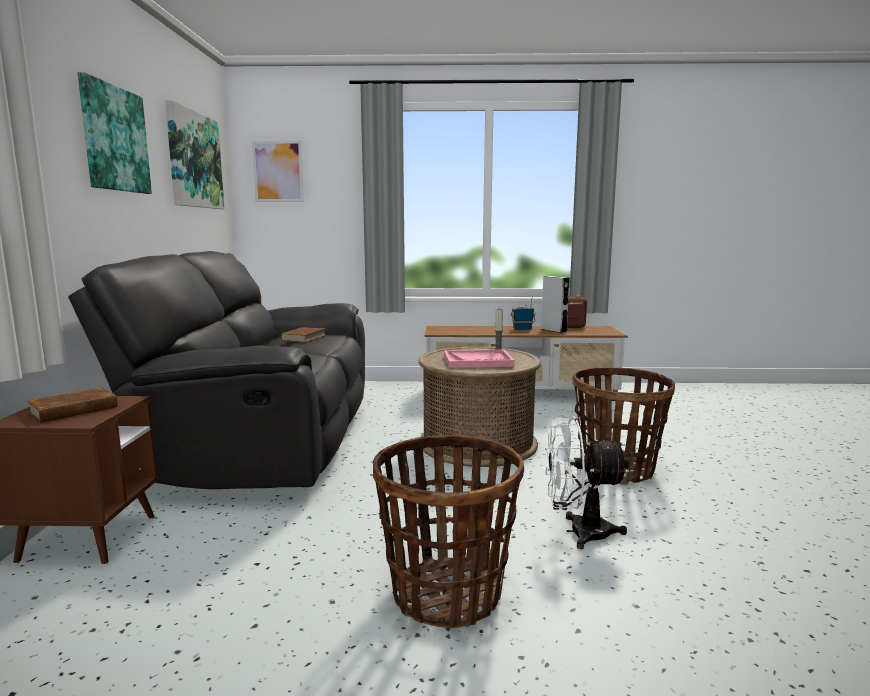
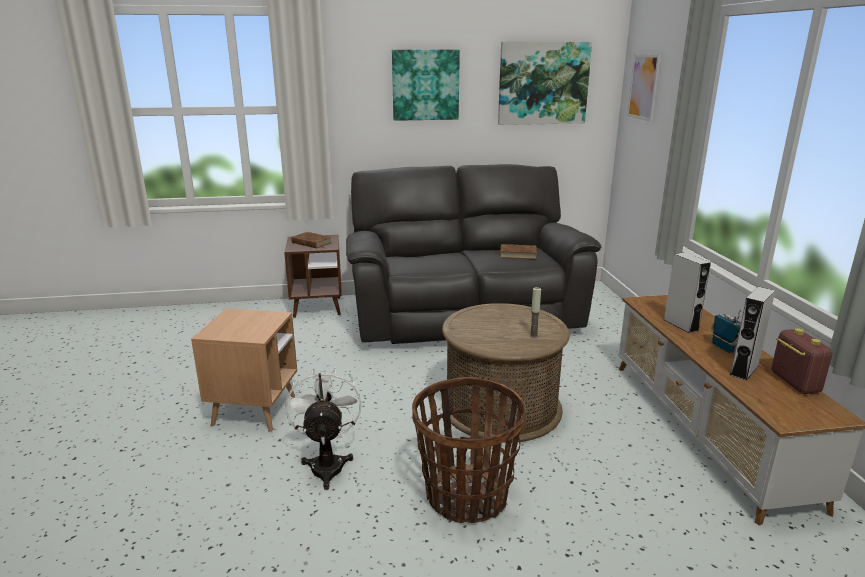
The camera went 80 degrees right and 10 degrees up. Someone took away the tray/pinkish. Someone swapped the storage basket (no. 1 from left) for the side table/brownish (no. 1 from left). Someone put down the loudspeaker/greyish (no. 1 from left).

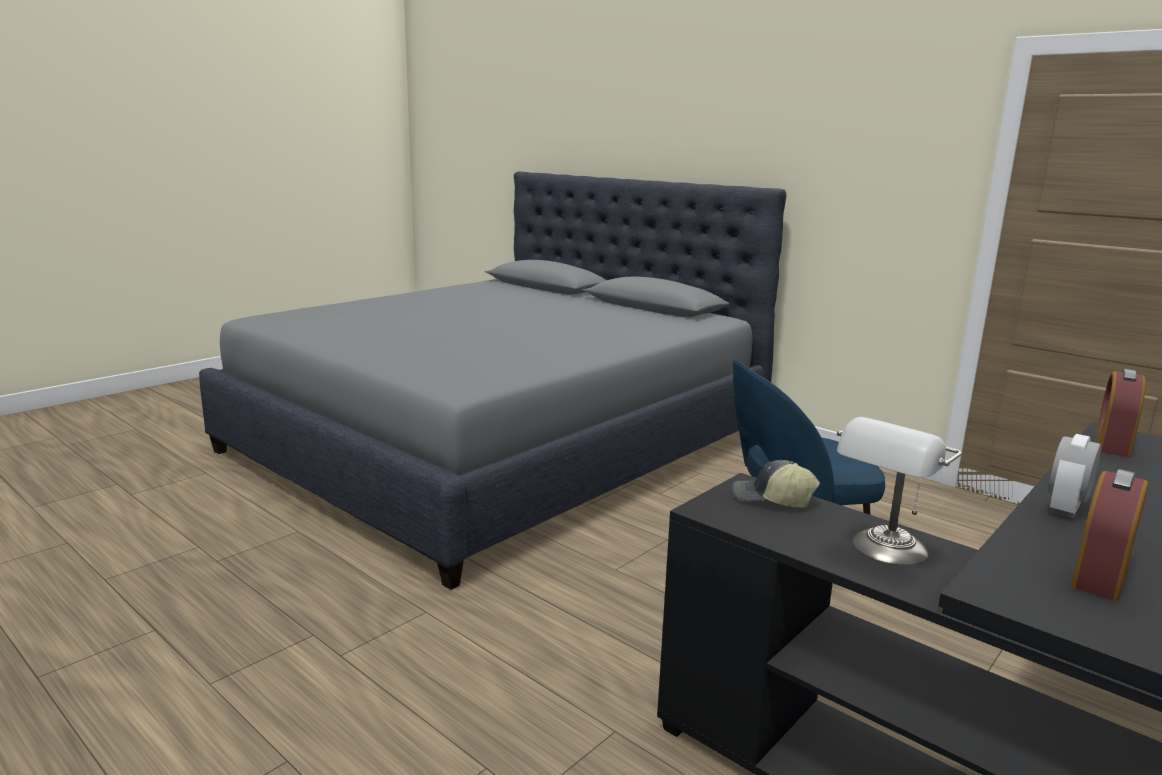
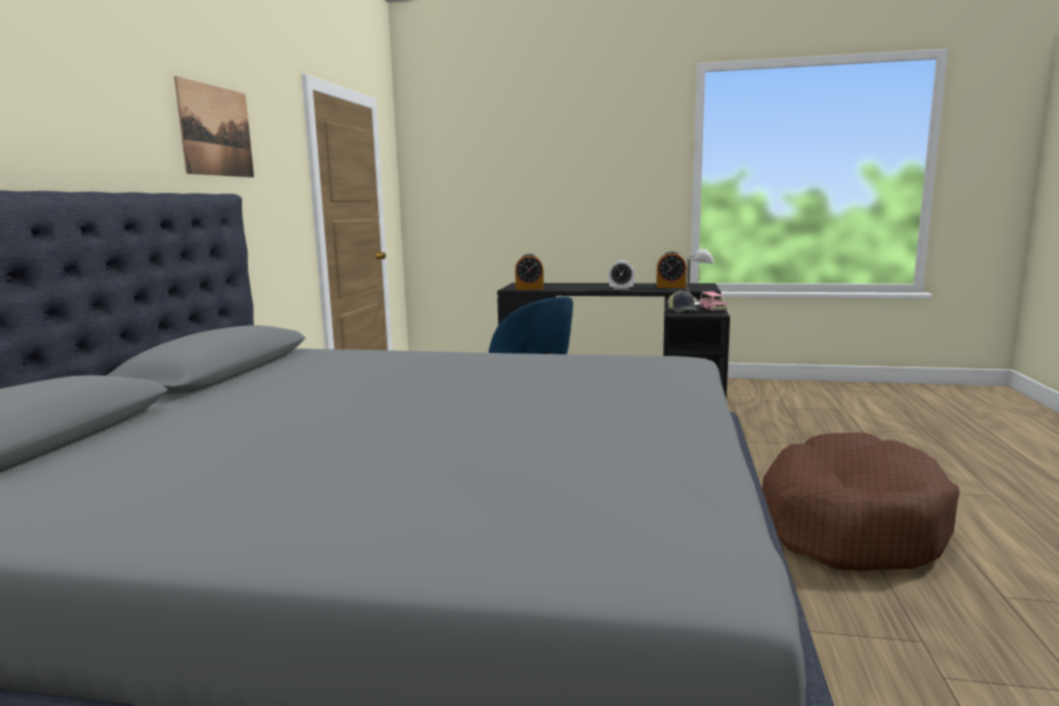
The camera went 120 degrees left and 5 degrees down. Someone put up the wall picture. Someone put down the model car/pinkish. Someone put down the dog cushion/brownish.

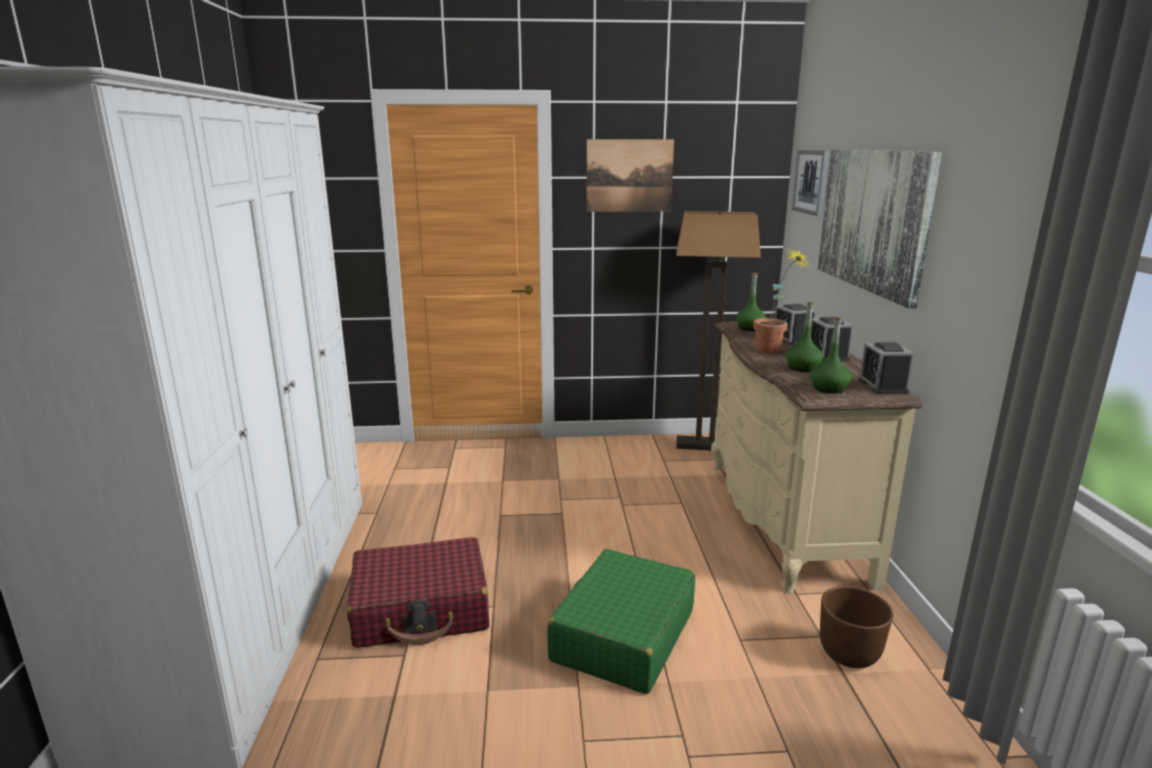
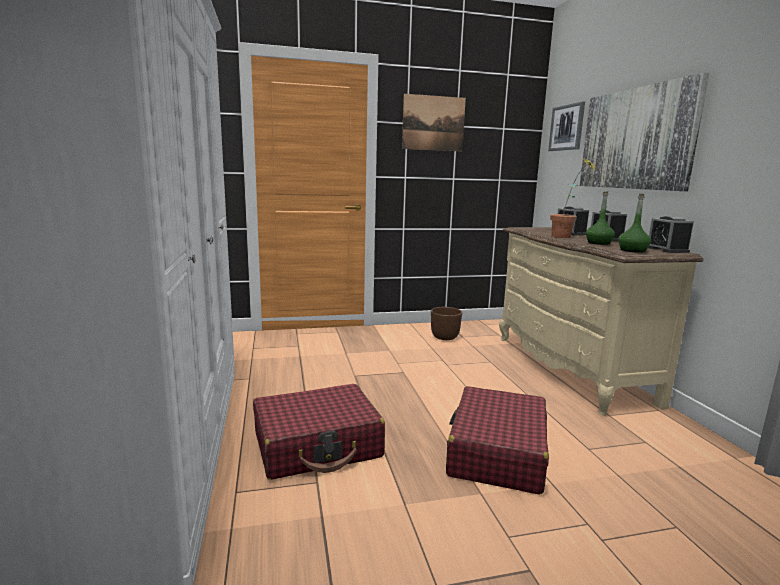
The camera went 10 degrees left and 5 degrees down. Someone took away the standard lamp. Someone took away the beverage bottle/green-coloured (no. 1 from left). Someone repainted the piece of luggage/green-coloured, which became the piece of luggage/red-coloured (no. 2 from left). Someone carried the flower pot/brownish.

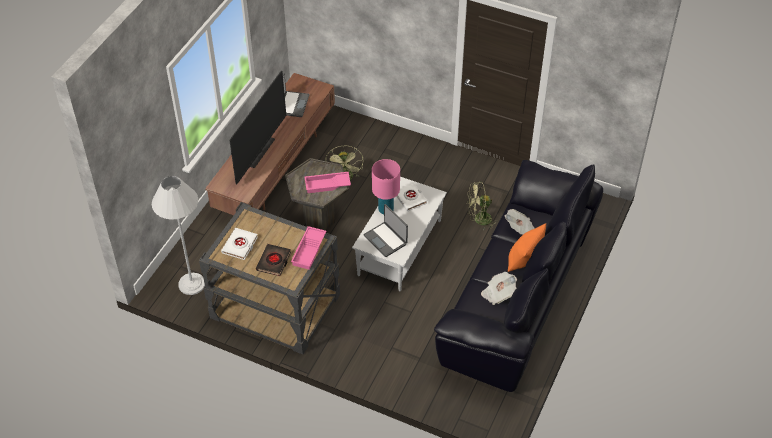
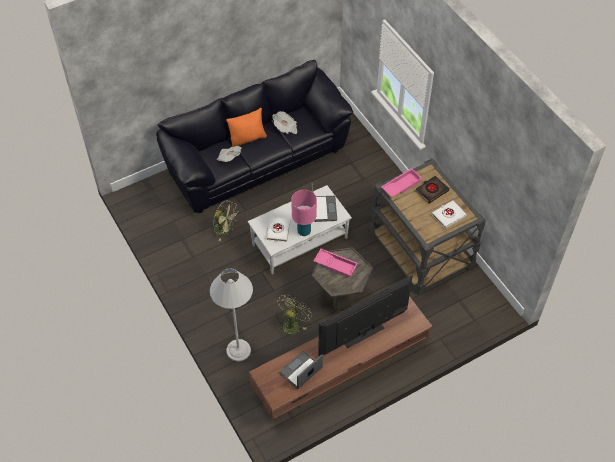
The camera went 145 degrees left and 5 degrees up. Someone carried the standard lamp/white-coloured.

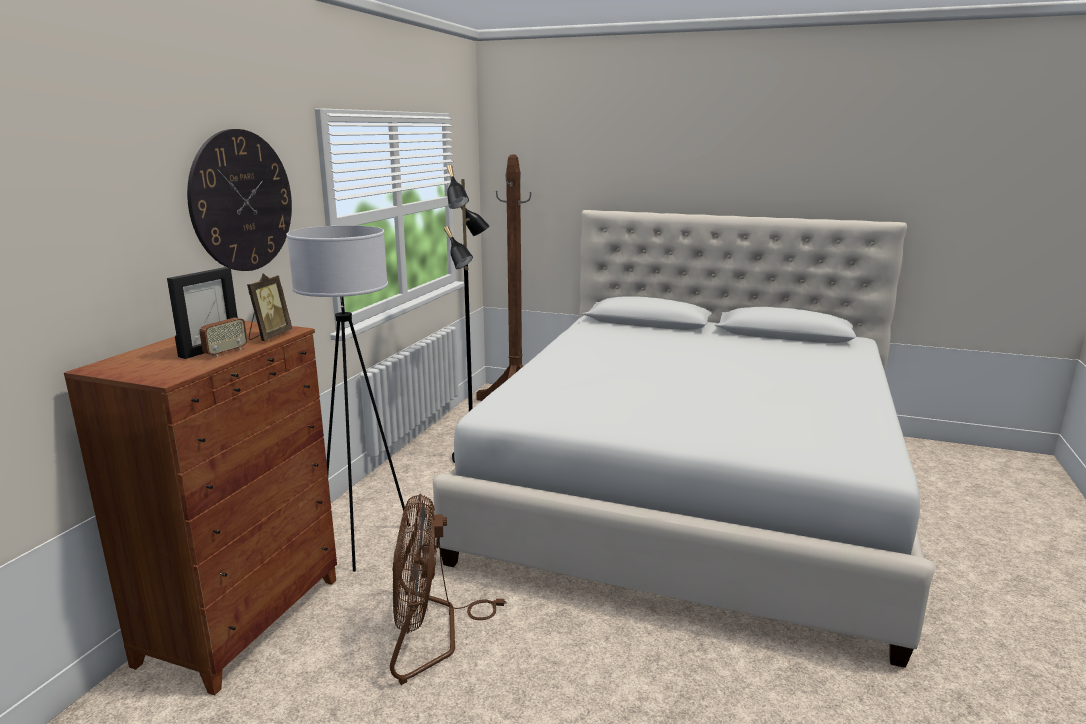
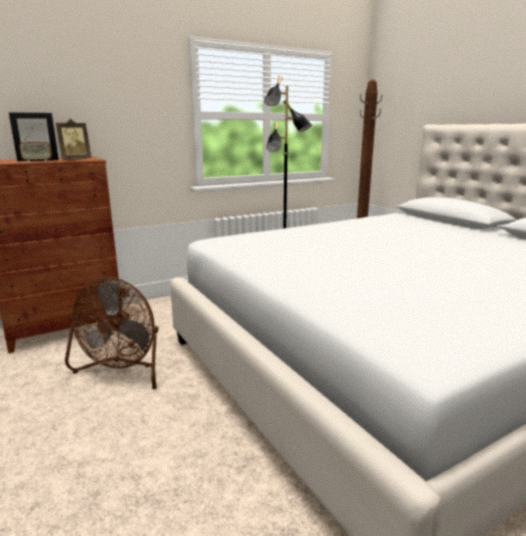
The camera went 40 degrees right and 0 degrees up. Someone took away the hanging clock. Someone took away the standard lamp/white-coloured. Someone rotated the fan/brownish by 105 degrees counterclockwise.

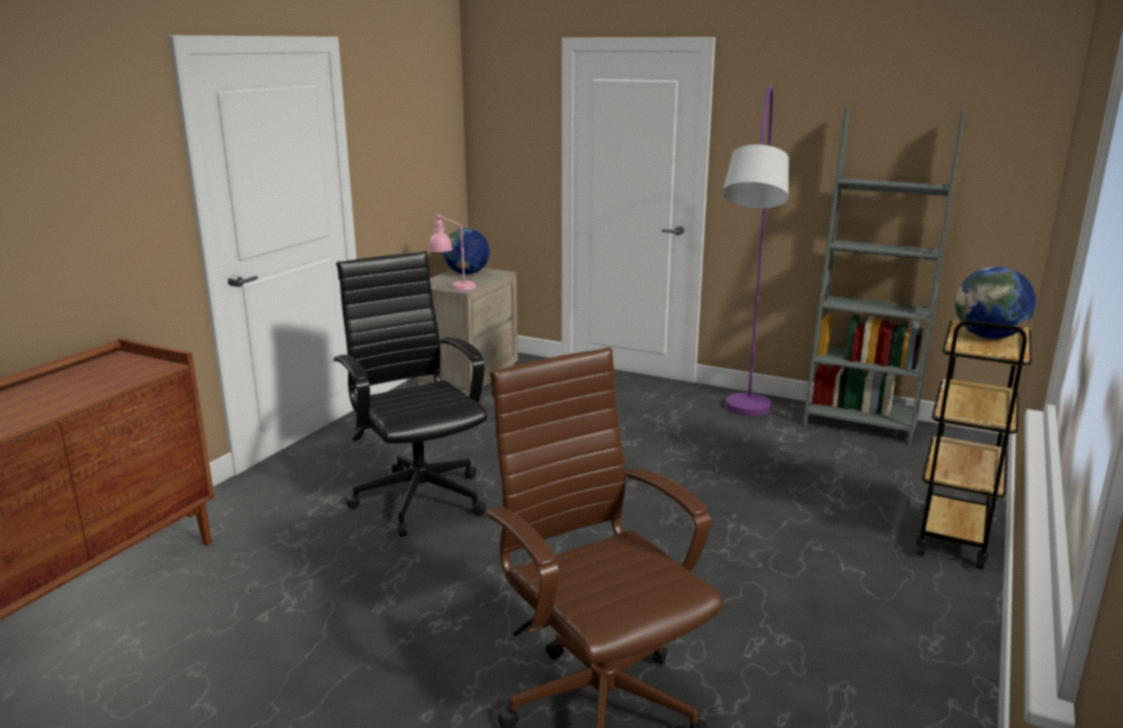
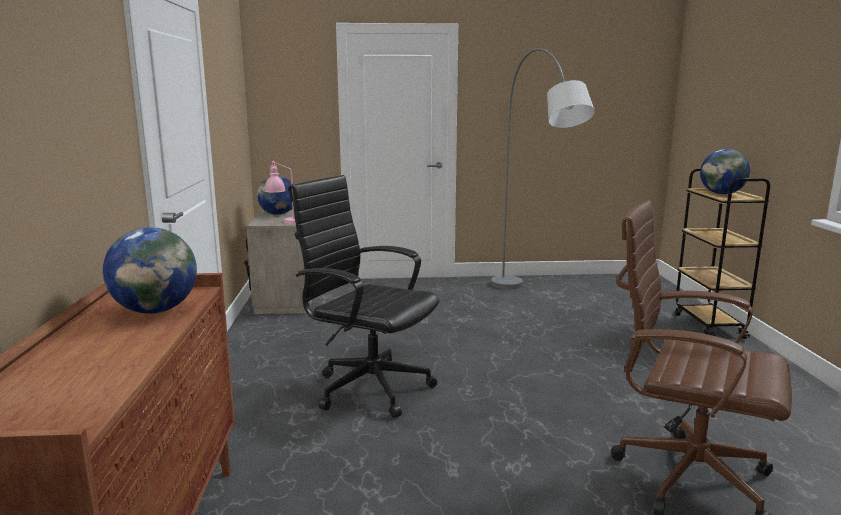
The camera went 30 degrees left and 5 degrees down. Someone repainted the standard lamp/purplish, which became the standard lamp/greyish. Someone took away the shelving unit/greyish. Someone put down the world globe (no. 1 from left).

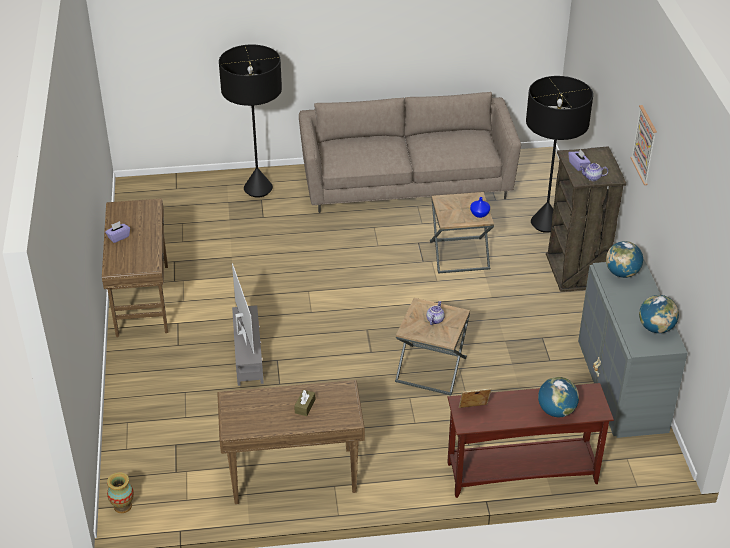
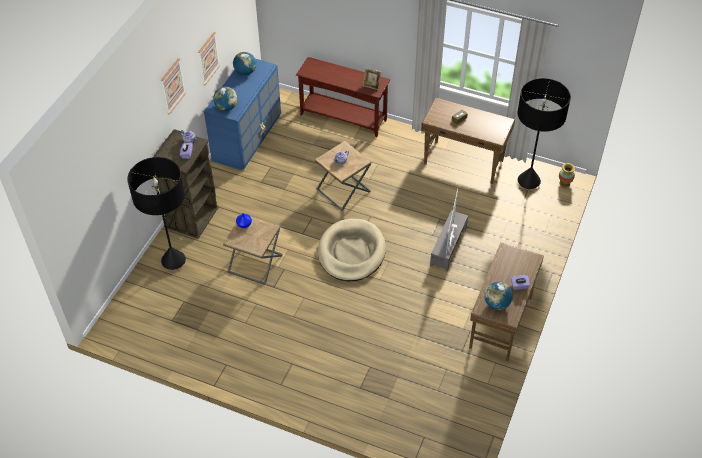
The camera went 150 degrees left and 10 degrees up. Someone carried the standard lamp/black-coloured (no. 1 from left in the first image). Someone took away the sofa/beige-coloured. Someone repainted the cupboard/greyish, which became the cupboard/bluish. Someone carried the world globe (no. 1 from left in the first image). Someone put up the wall picture (no. 2 from left). Someone put down the dog cushion/beige-coloured.

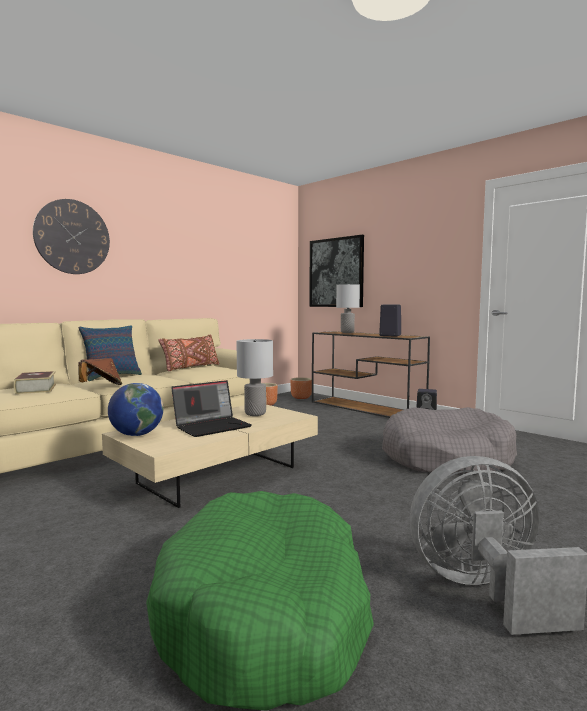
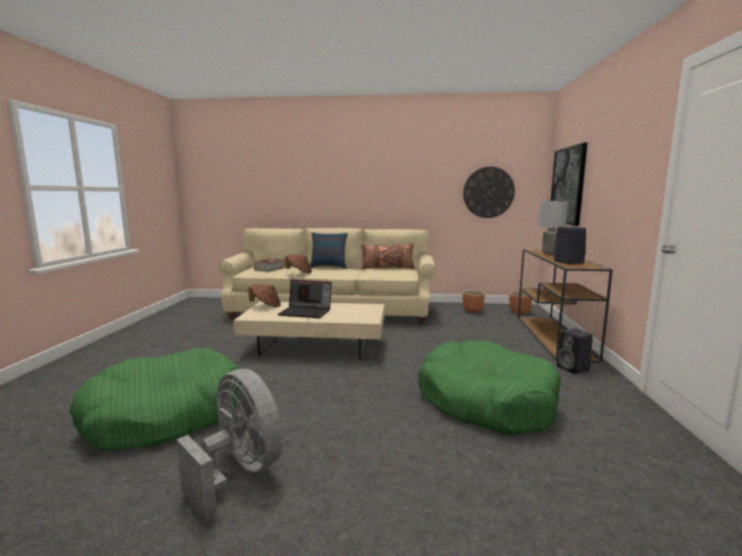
The camera went 50 degrees right and 5 degrees up. Someone carried the hanging clock. Someone took away the tabletop lamp/greyish (no. 1 from left). Someone swapped the world globe for the wearable hat/brownish (no. 1 from left). Someone repainted the dog cushion/greyish, which became the dog cushion/green-coloured (no. 2 from left).

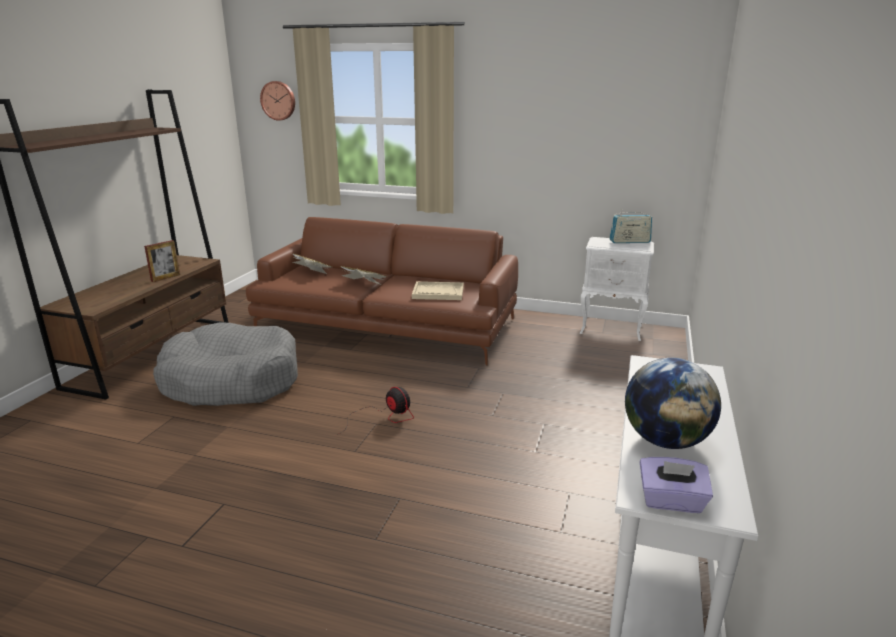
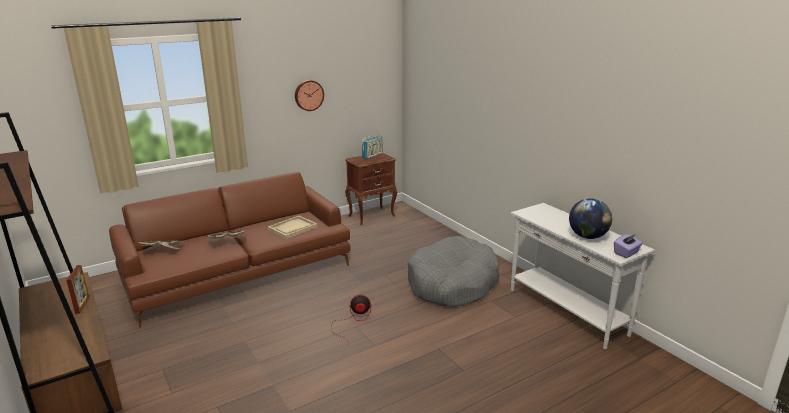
The camera went 50 degrees left and 0 degrees up. Someone carried the hanging clock. Someone repainted the nightstand/white-coloured, which became the nightstand/brownish. Someone carried the dog cushion/greyish.

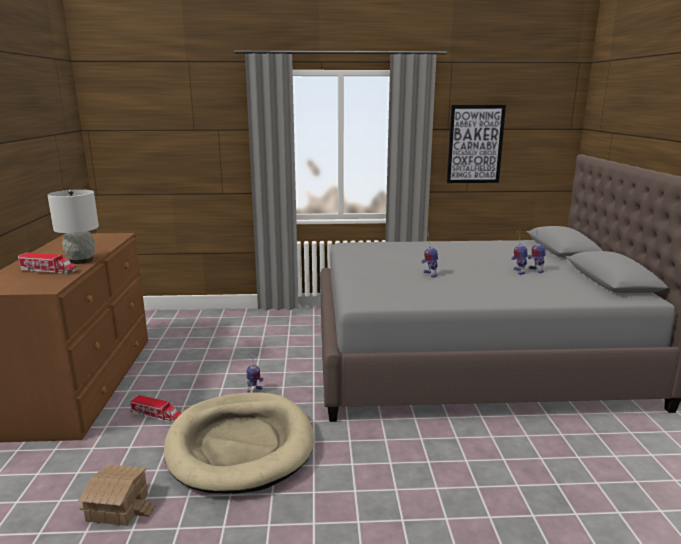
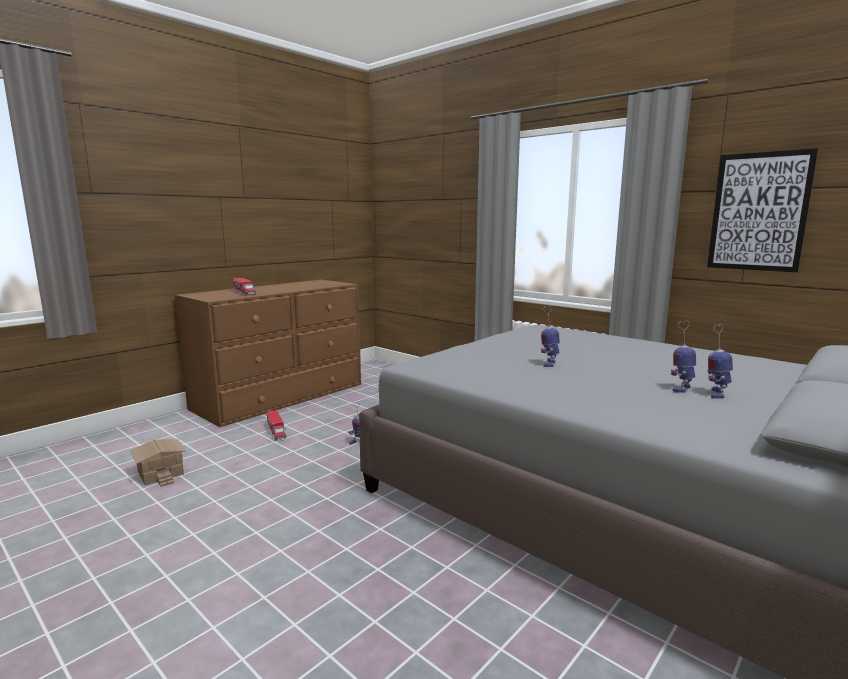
The camera went 45 degrees right and 5 degrees down. Someone took away the tabletop lamp/white-coloured. Someone took away the dog cushion/beige-coloured.

